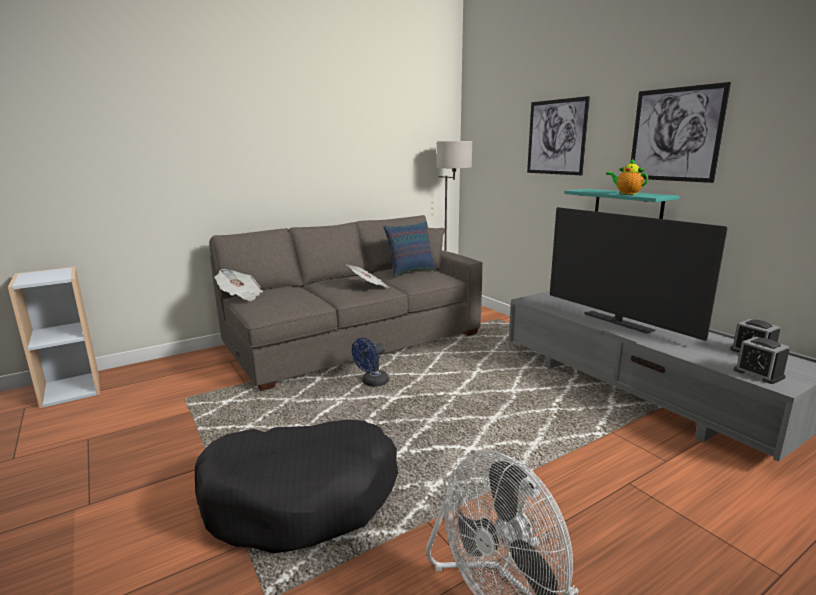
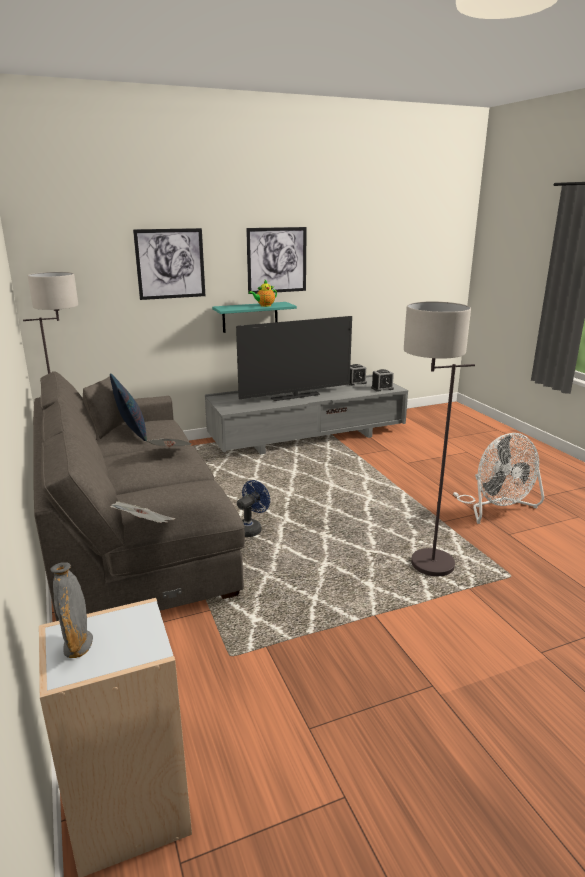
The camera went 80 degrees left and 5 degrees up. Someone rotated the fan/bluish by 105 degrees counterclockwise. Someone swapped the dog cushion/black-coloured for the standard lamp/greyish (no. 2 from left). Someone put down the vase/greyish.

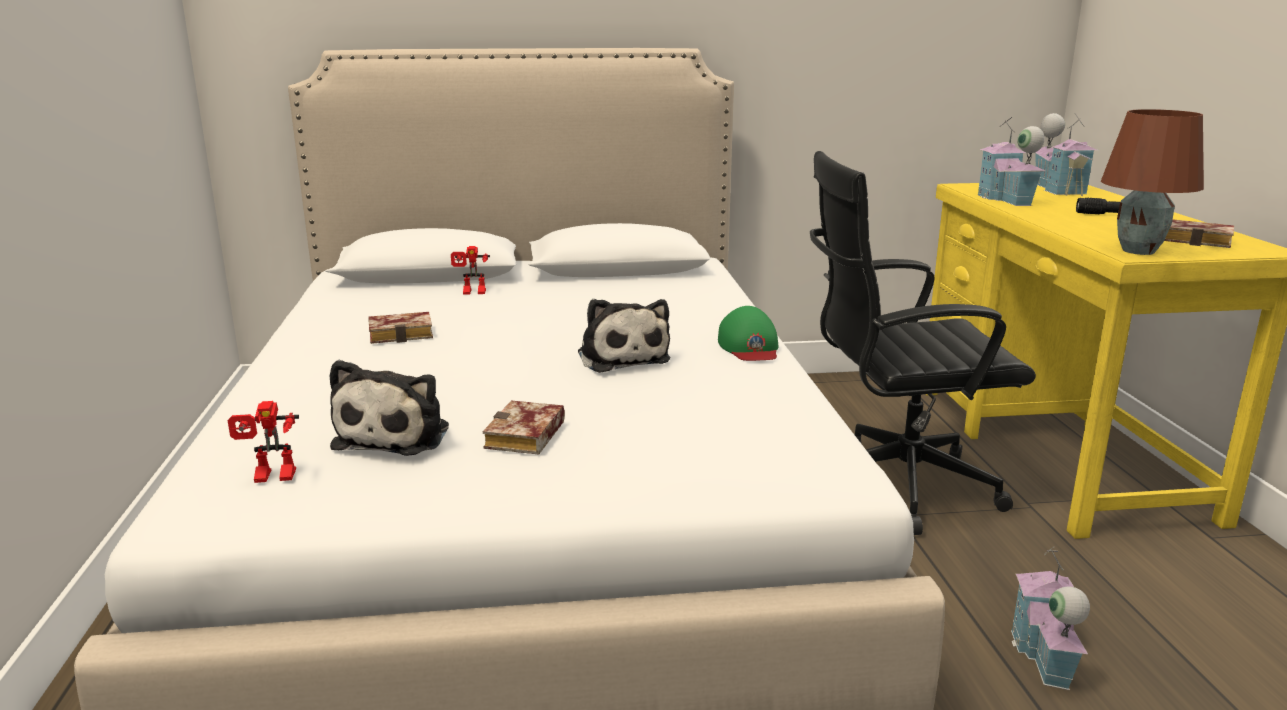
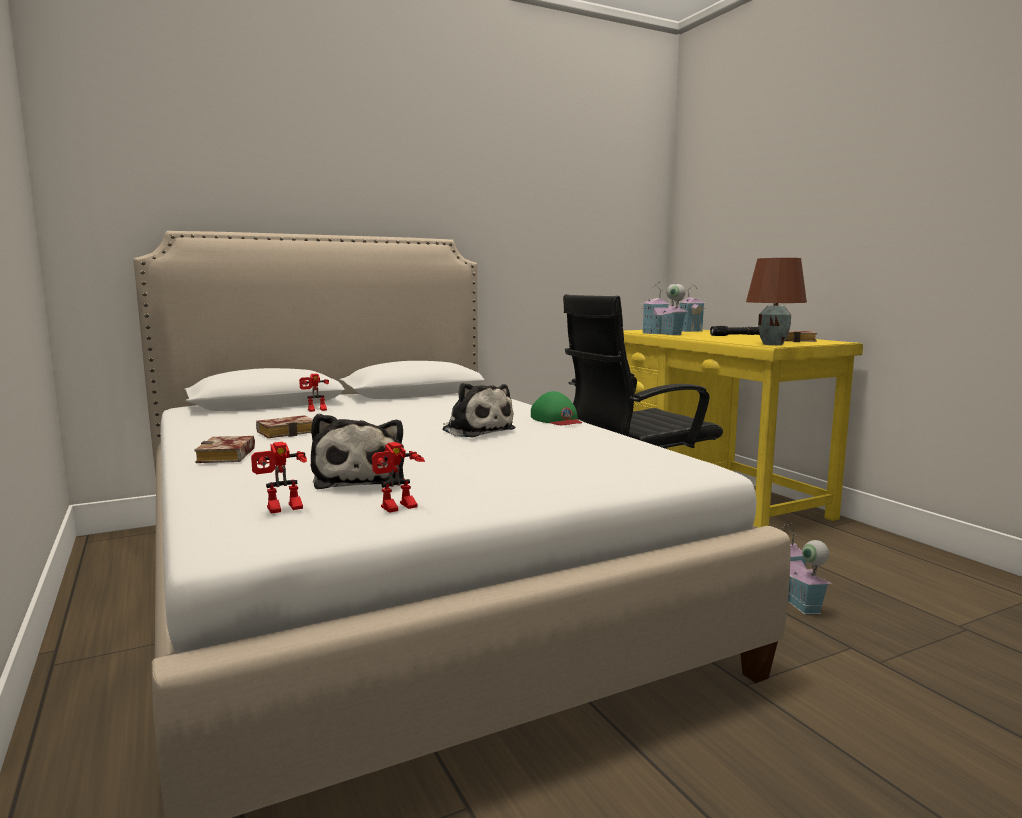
The camera went 20 degrees left and 10 degrees down. Someone carried the bound book (no. 2 from left in the first image). Someone put down the toy robot (no. 3 from left).

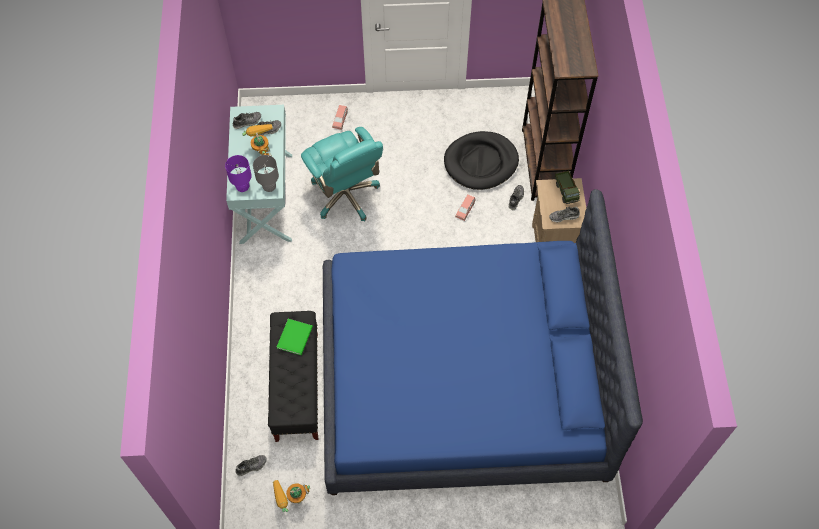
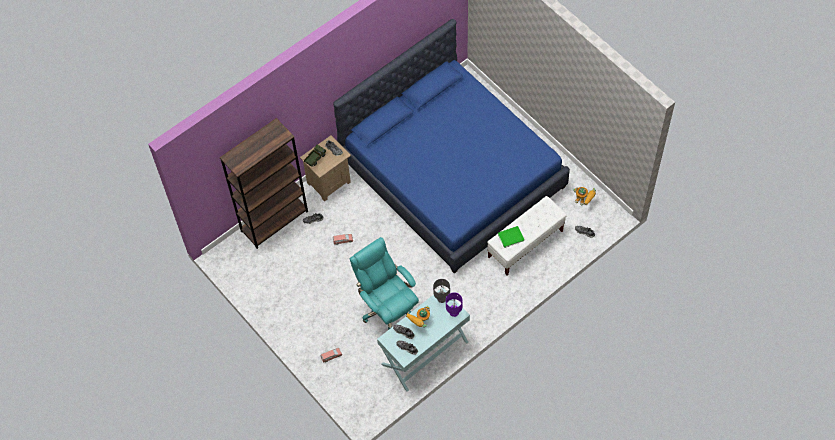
The camera went 125 degrees left and 0 degrees up. Someone rotated the office chair/blue-green by 60 degrees counterclockwise. Someone took away the dog cushion/black-coloured. Someone repainted the indoor bench/black-coloured, which became the indoor bench/white-coloured.

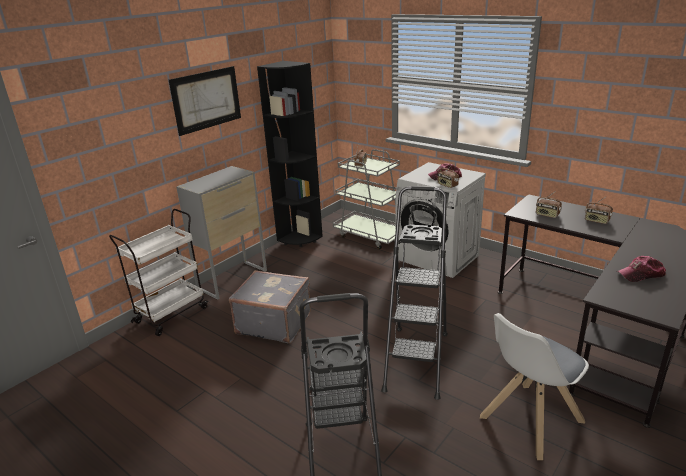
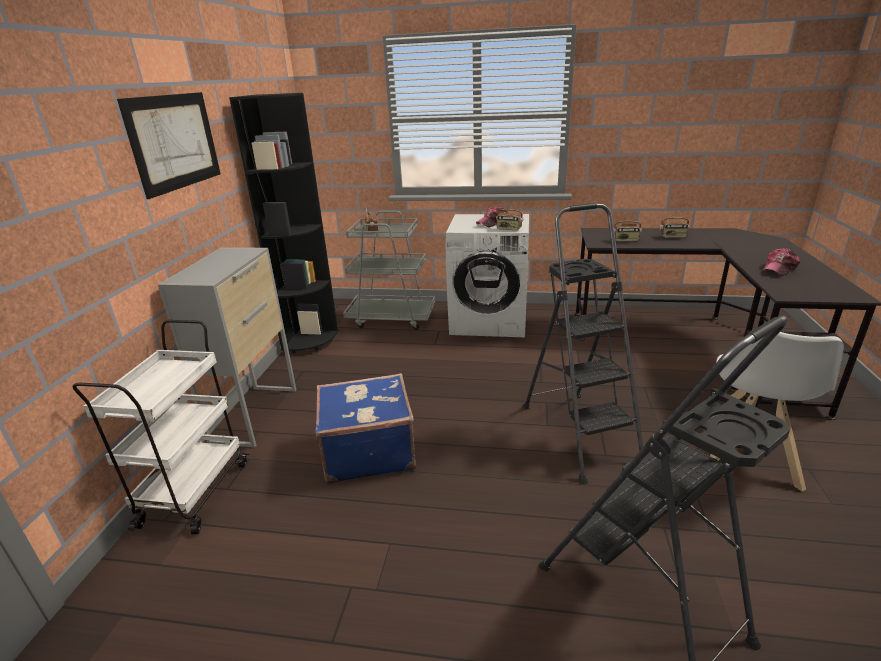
The camera went 30 degrees left and 0 degrees up. Someone repainted the piece of luggage/greyish, which became the piece of luggage/bluish.

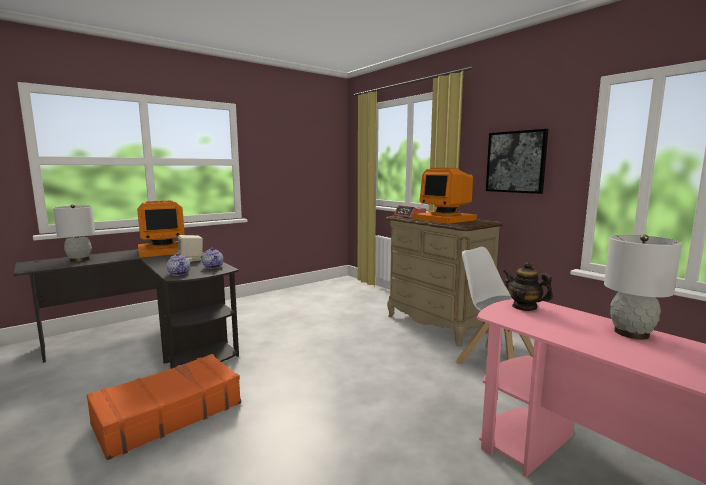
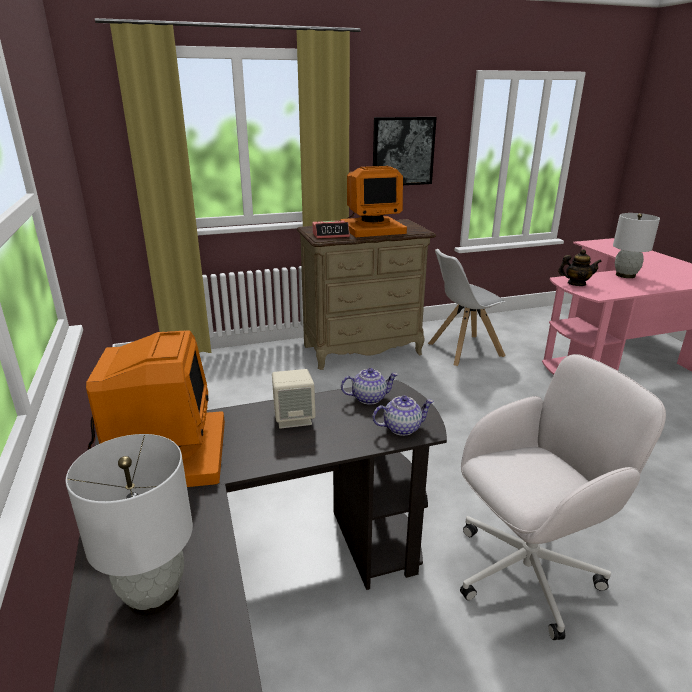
The camera went 70 degrees left and 15 degrees up. Someone rotated the tea pot (no. 3 from left) by 150 degrees counterclockwise. Someone swapped the piece of luggage/orange-coloured for the office chair/white-coloured.

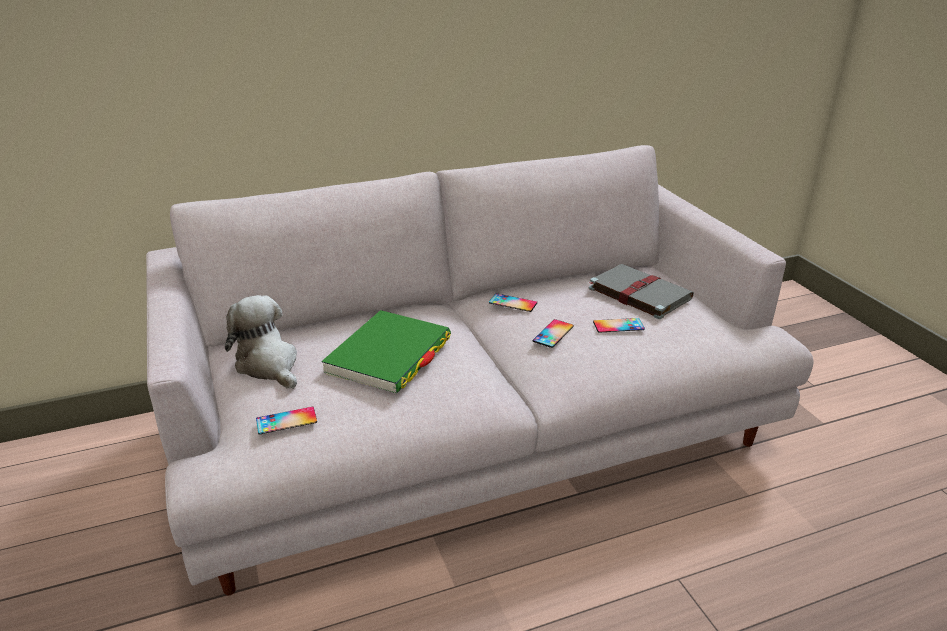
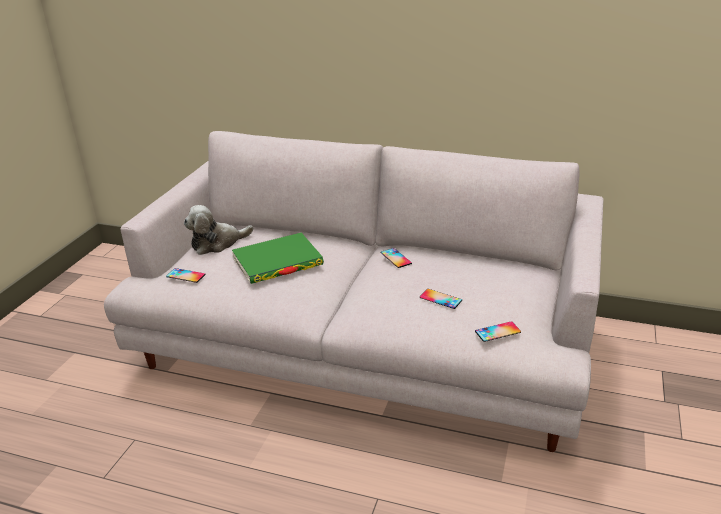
The camera went 40 degrees right and 0 degrees up. Someone took away the bound book/greyish. Someone rotated the plush toy by 120 degrees counterclockwise. Someone carried the handset (no. 3 from left in the first image).

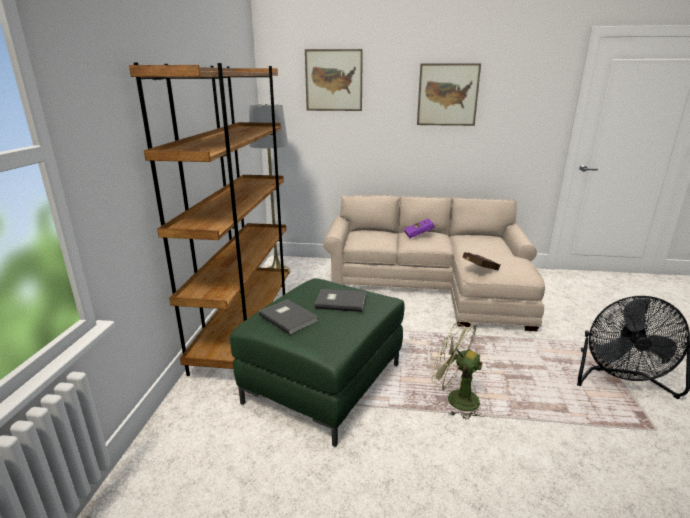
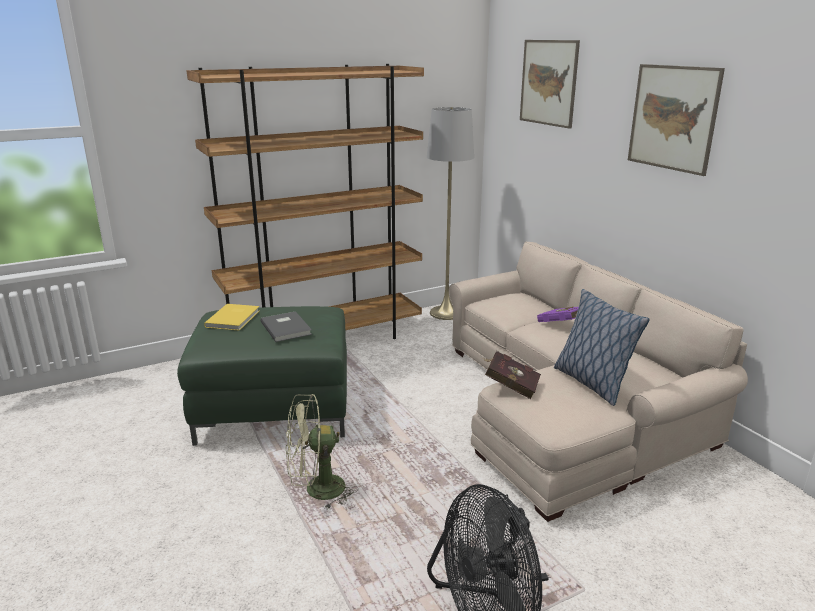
The camera went 55 degrees right and 0 degrees up. Someone repainted the bound book/greyish (no. 1 from left), which became the bound book/yellowish. Someone rotated the fan/green-coloured by 105 degrees counterclockwise. Someone put down the throw pillow.

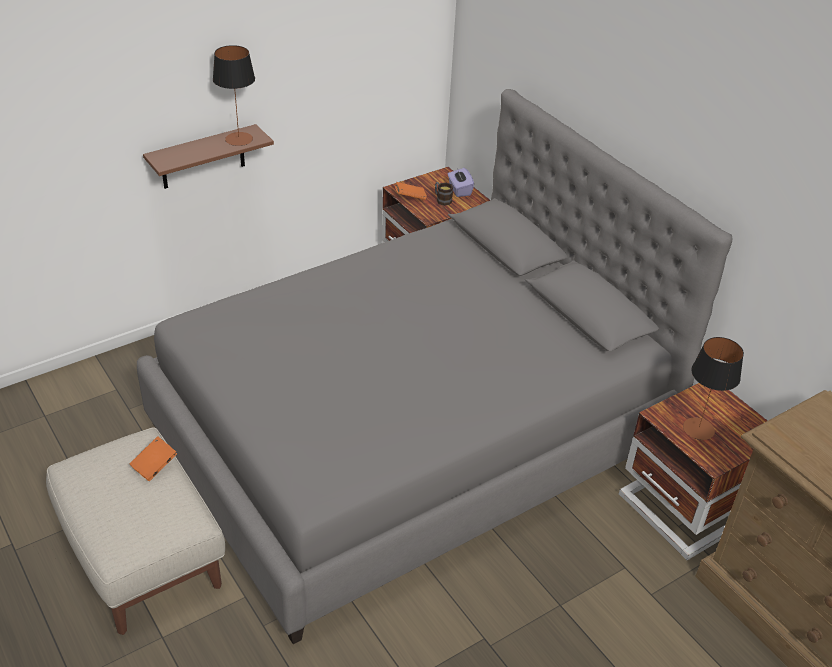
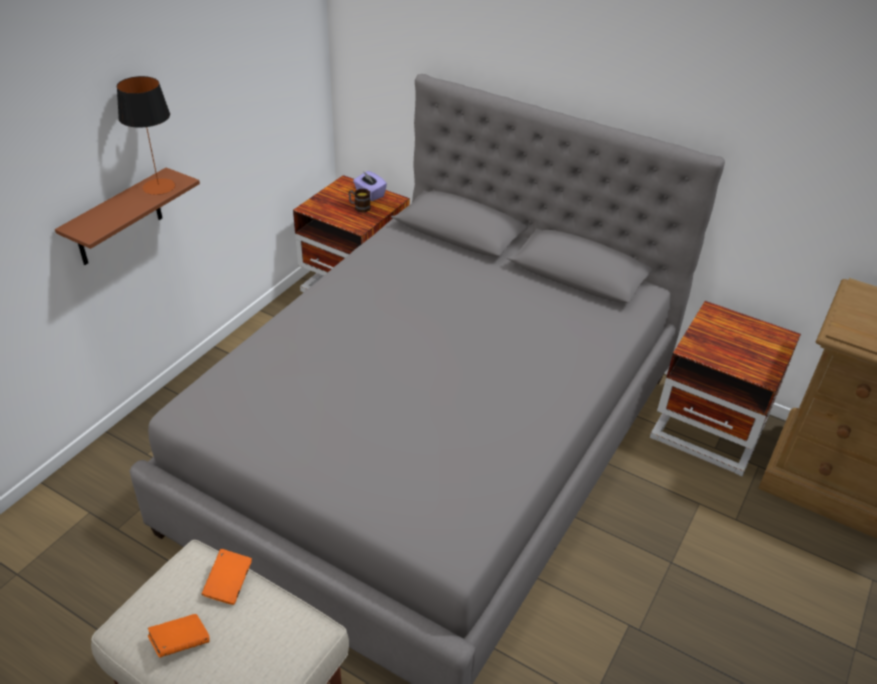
The camera went 25 degrees left and 0 degrees up. Someone carried the bound book/orange-coloured (no. 2 from left in the first image). Someone took away the tabletop lamp (no. 2 from left).

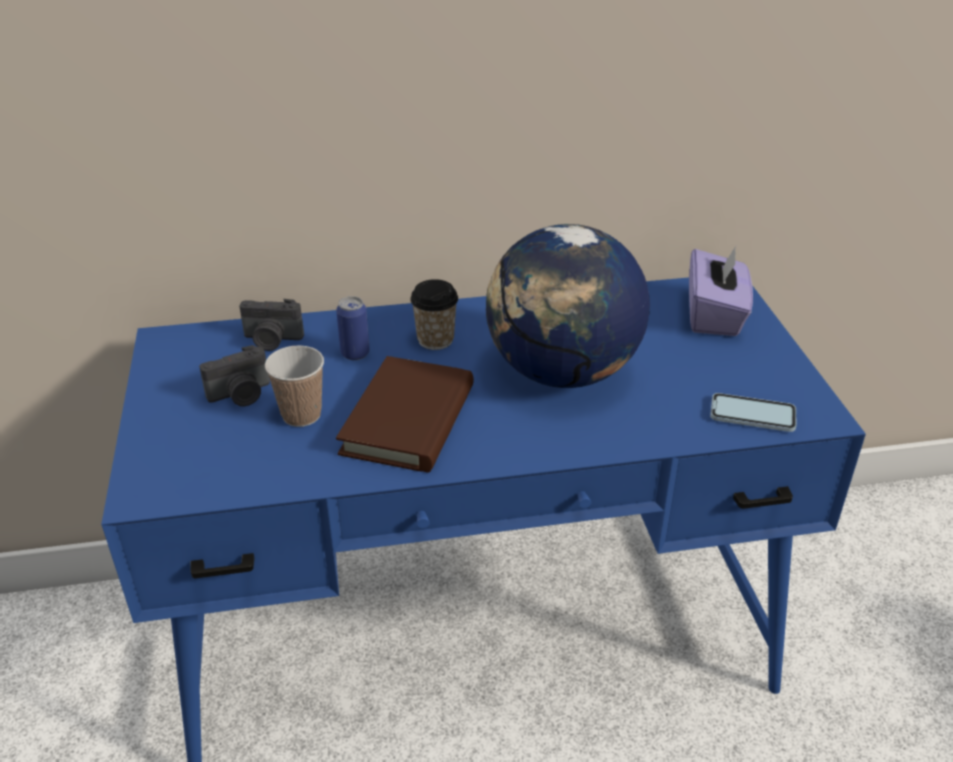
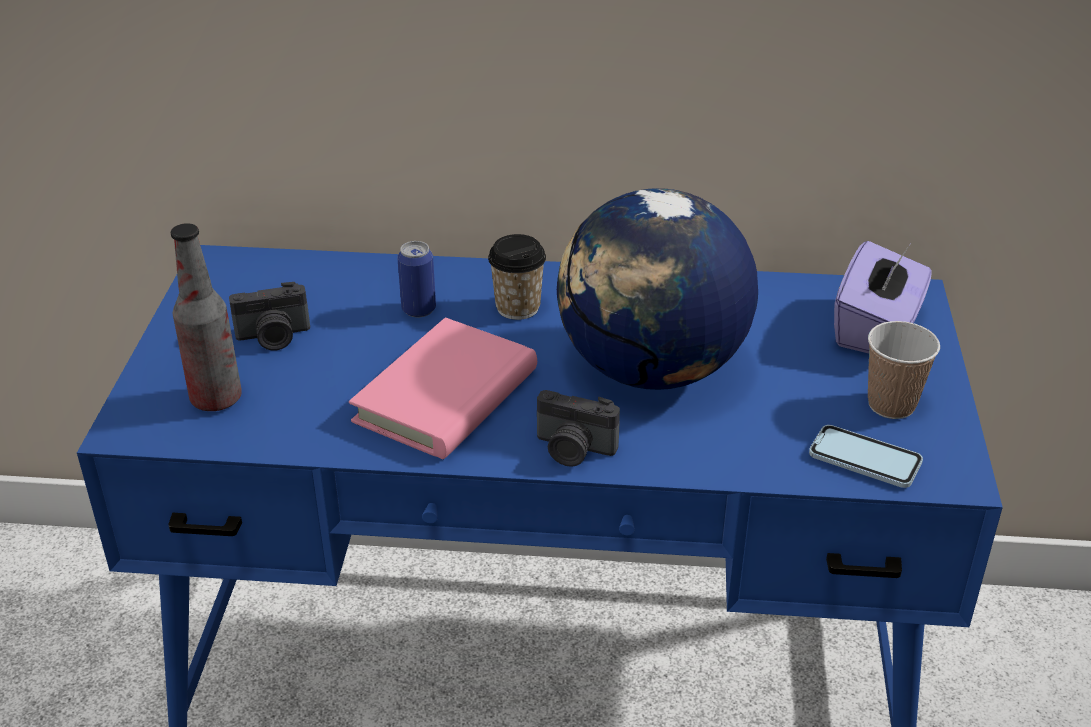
The camera went 15 degrees right and 0 degrees up. Someone carried the photo camera (no. 2 from left). Someone carried the cup (no. 1 from left in the first image). Someone repainted the bound book/brownish, which became the bound book/pinkish. Someone put down the beverage bottle.

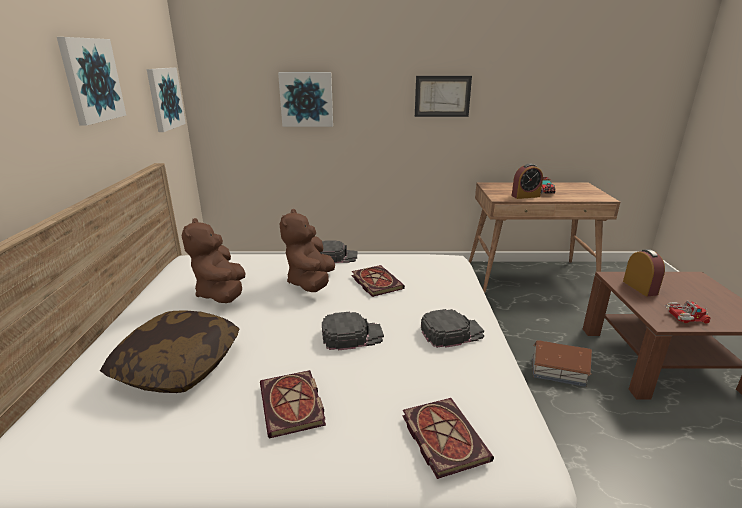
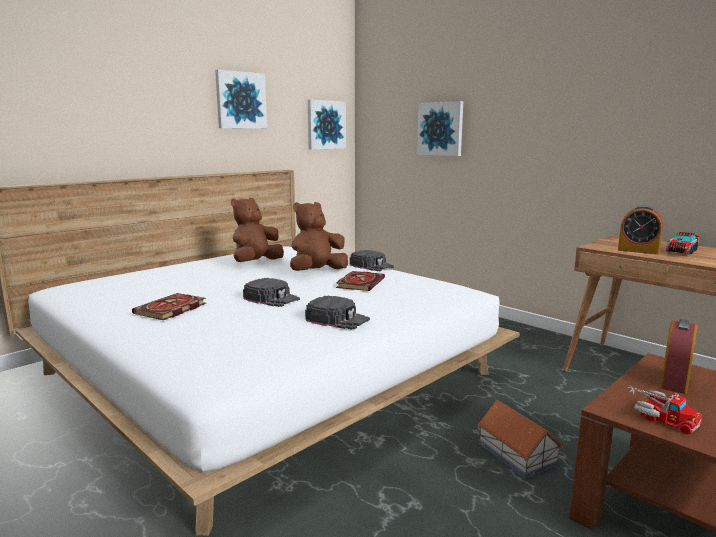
The camera went 45 degrees right and 10 degrees down. Someone took away the wall picture (no. 4 from left). Someone took away the throw pillow. Someone took away the bound book (no. 3 from left).

